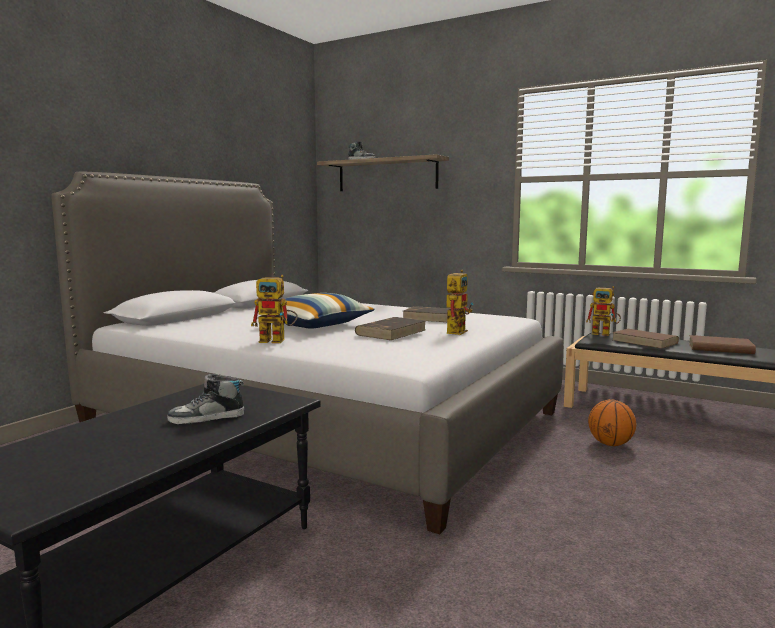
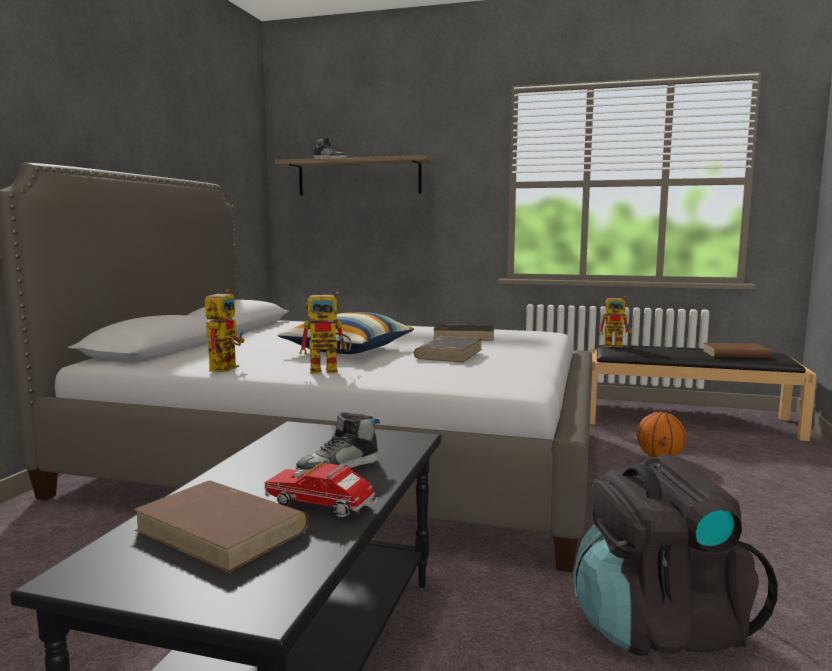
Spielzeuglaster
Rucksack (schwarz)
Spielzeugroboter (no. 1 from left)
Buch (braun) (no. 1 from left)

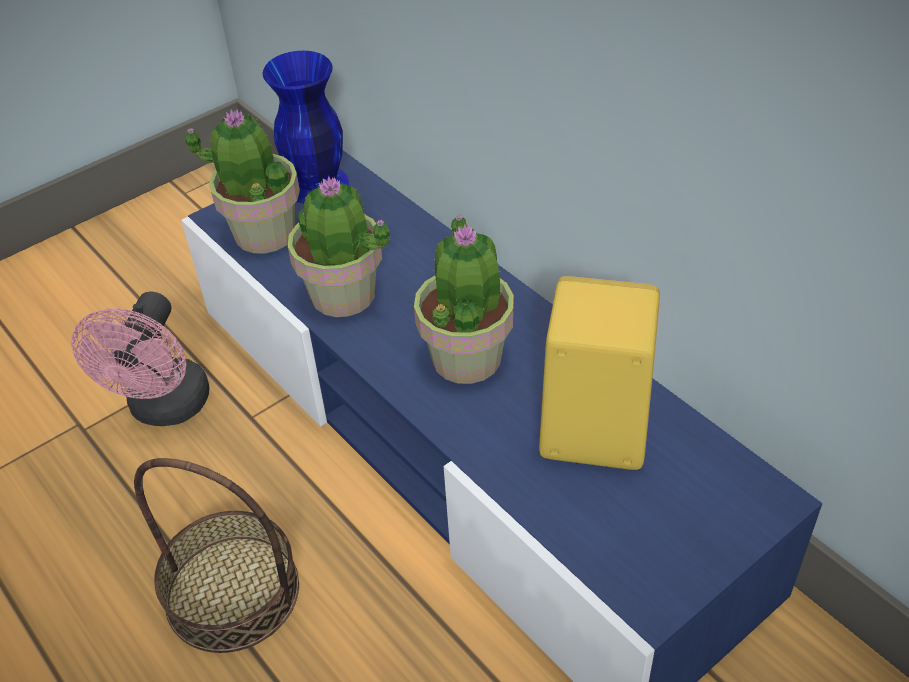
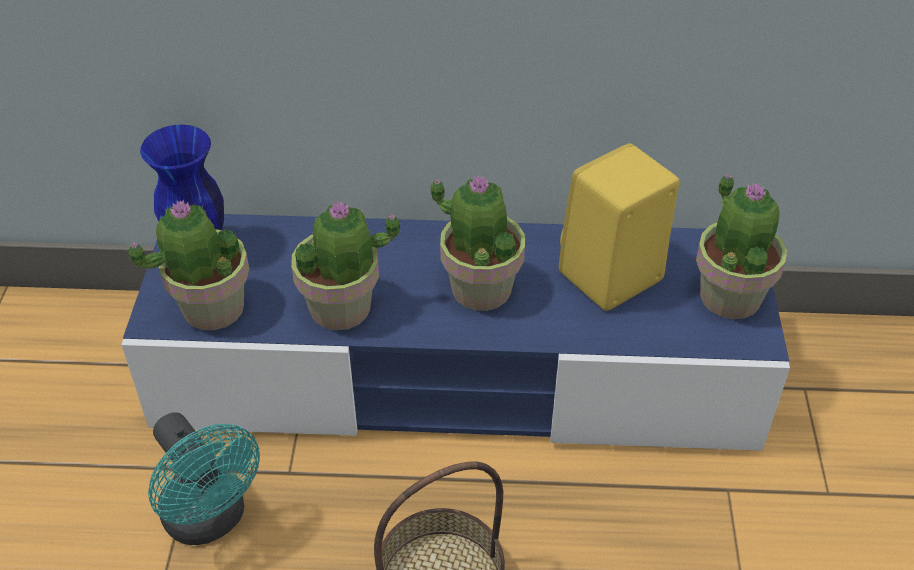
Topfpflanze (no. 4 from left)
Ventilator (türkis)

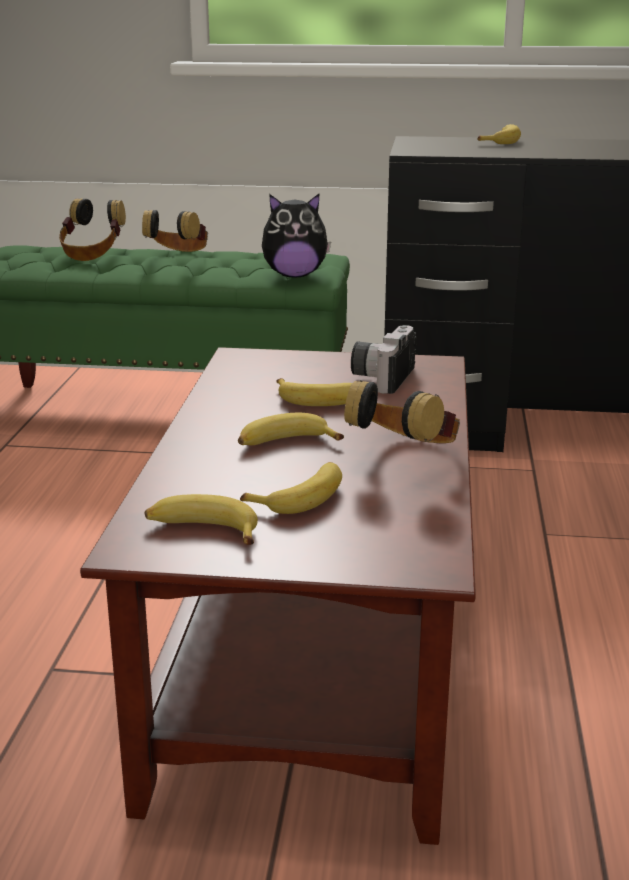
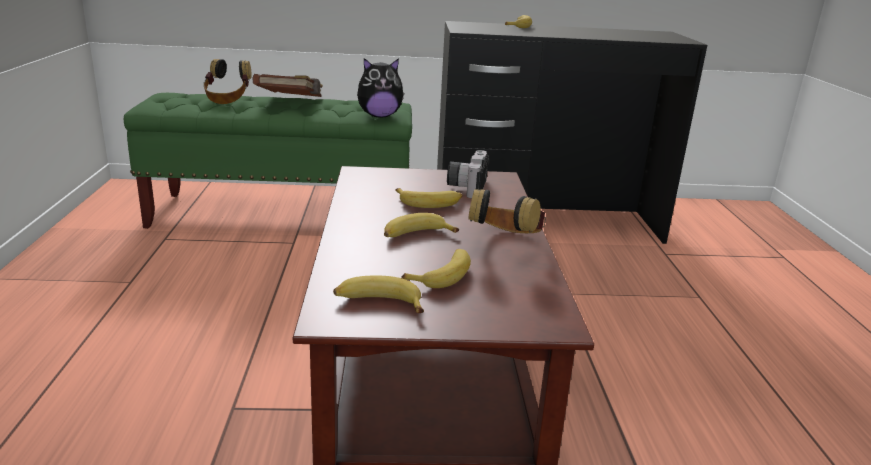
Buch (braun)

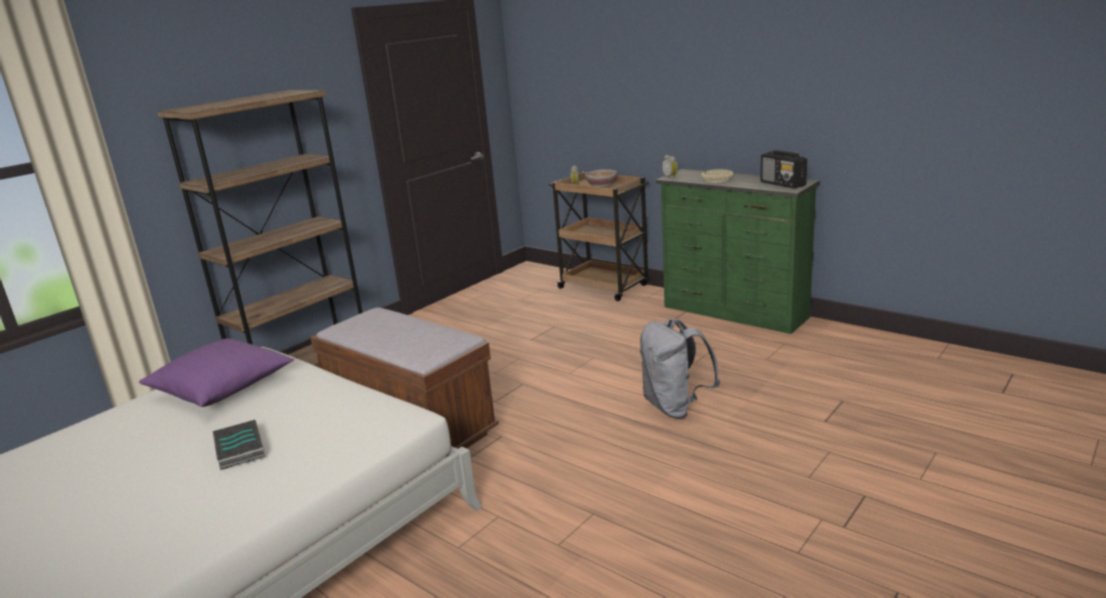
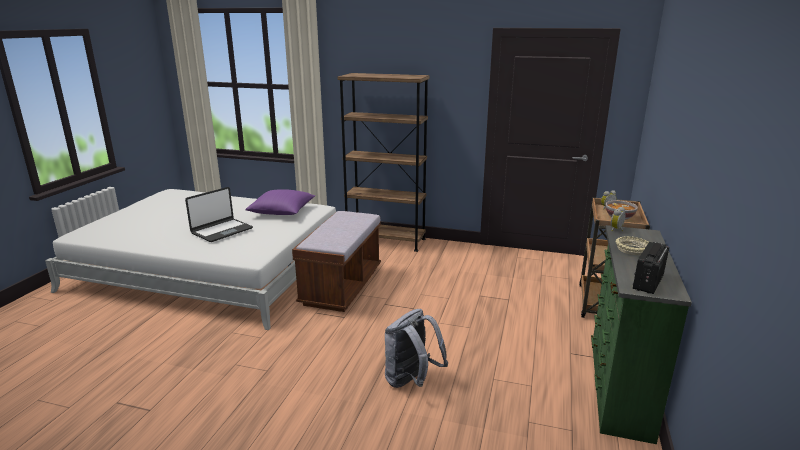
Laptop

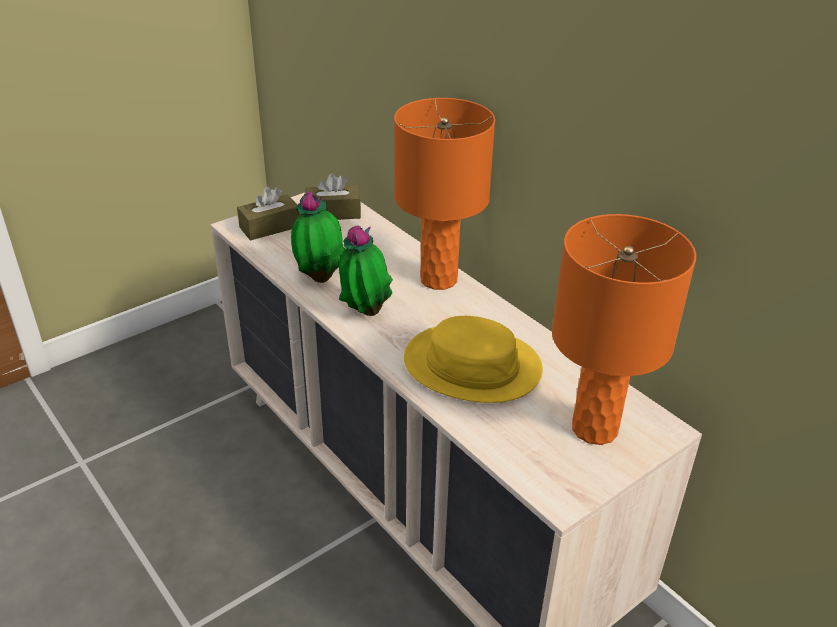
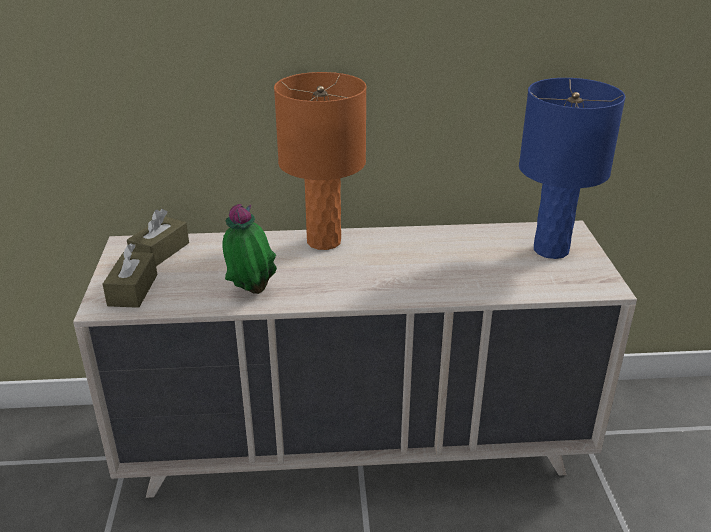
Topfpflanze (no. 2 from left in the first image)
Hut (gelb)
Tischlampe (blau)

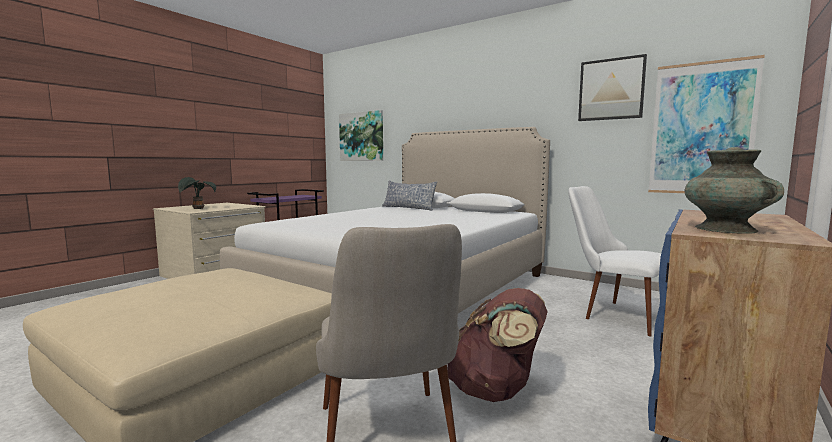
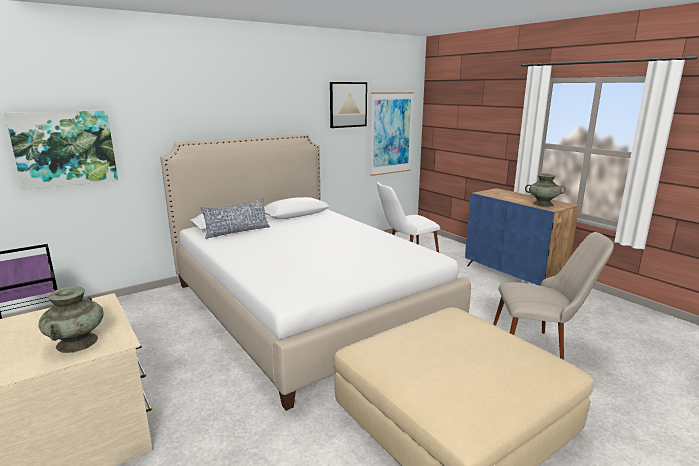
Rucksack (braun)
Vase (türkis) (no. 1 from left)

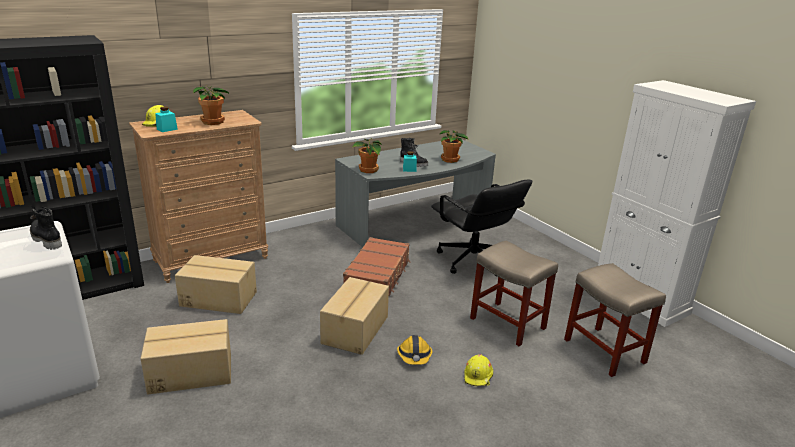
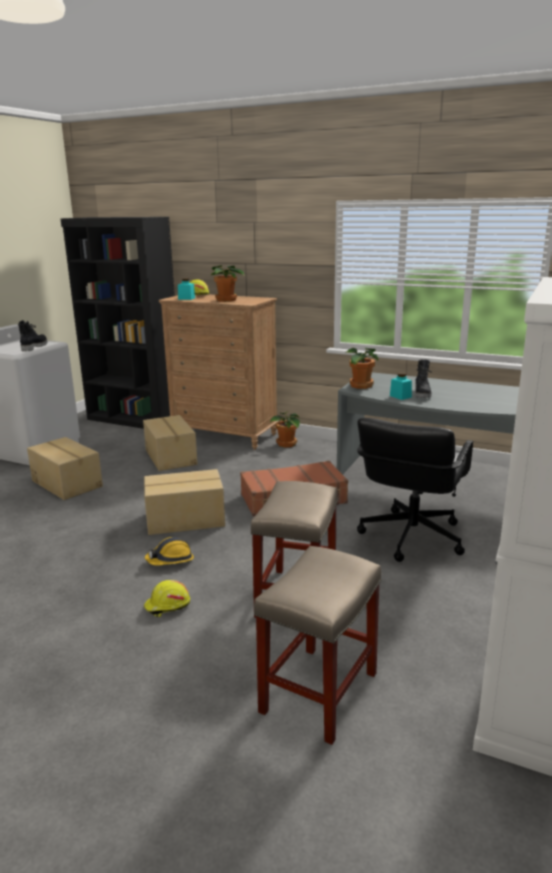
Topfpflanze (no. 2 from left)

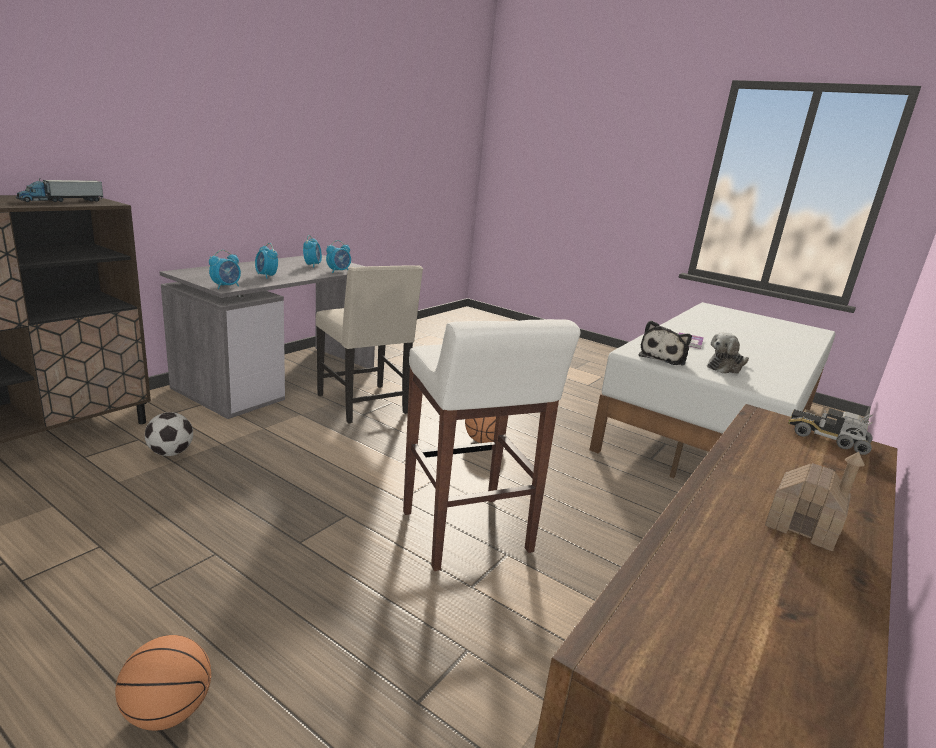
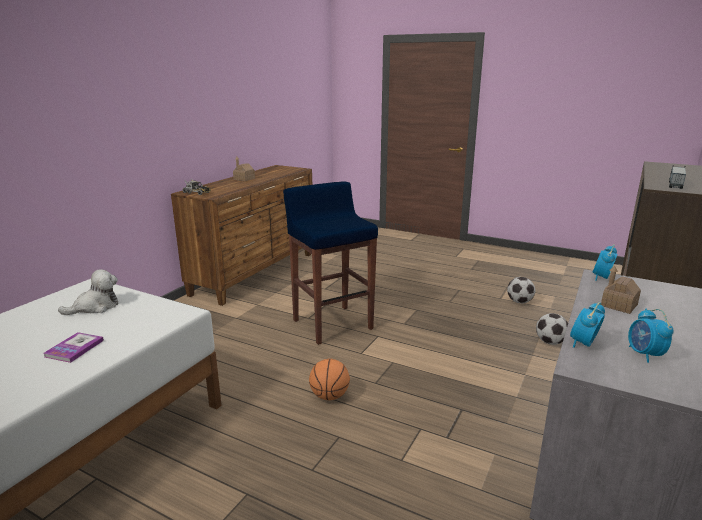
Basketball (no. 1 from left in the first image)
Stuhl (beige)
Plüschtier (no. 1 from left in the first image)
Fußball (no. 1 from left)
Spielzeughaus (no. 2 from left)
Hocker (blau)

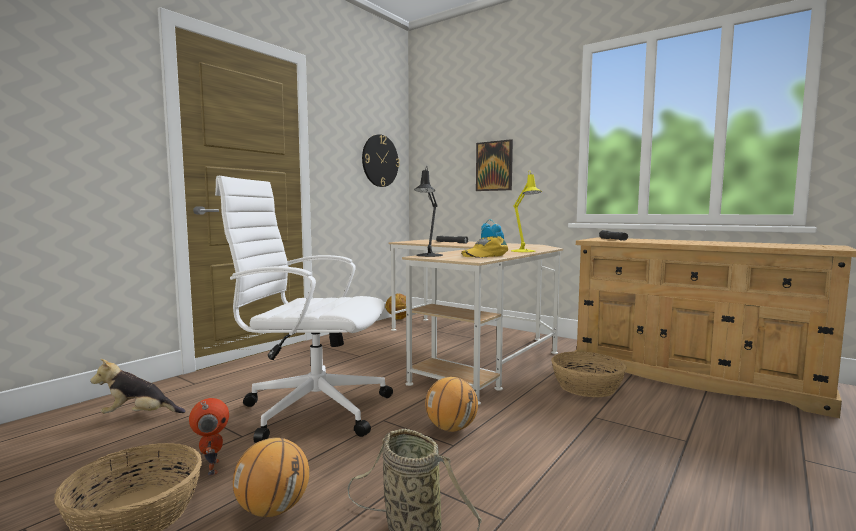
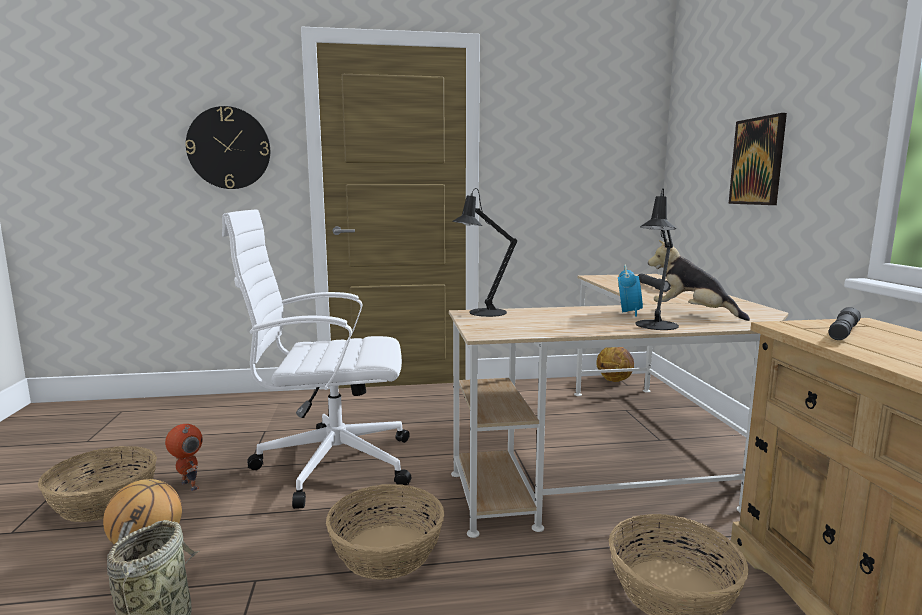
Kappe (gelb)
Plüschtier
Wanduhr
Korb (no. 3 from left)
Tischlampe (schwarz) (no. 2 from left)
Spielzeugroboter
Bürostuhl (weiß)

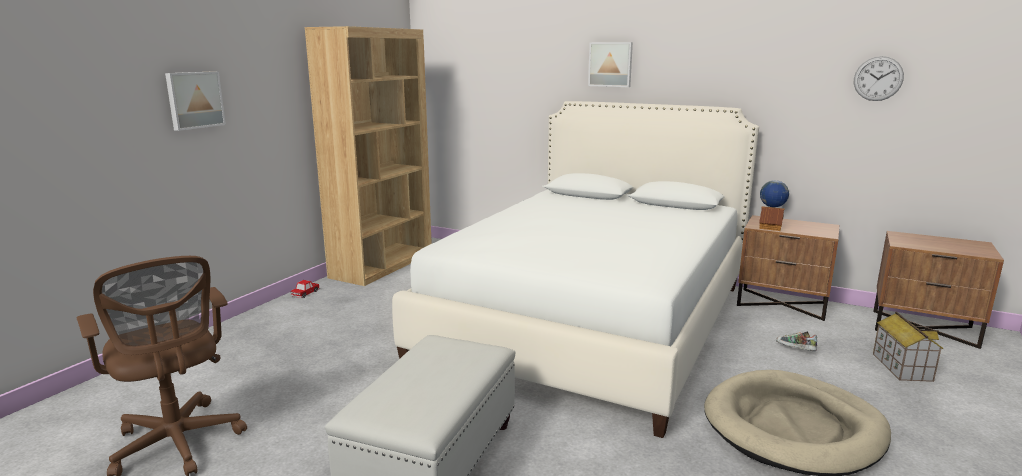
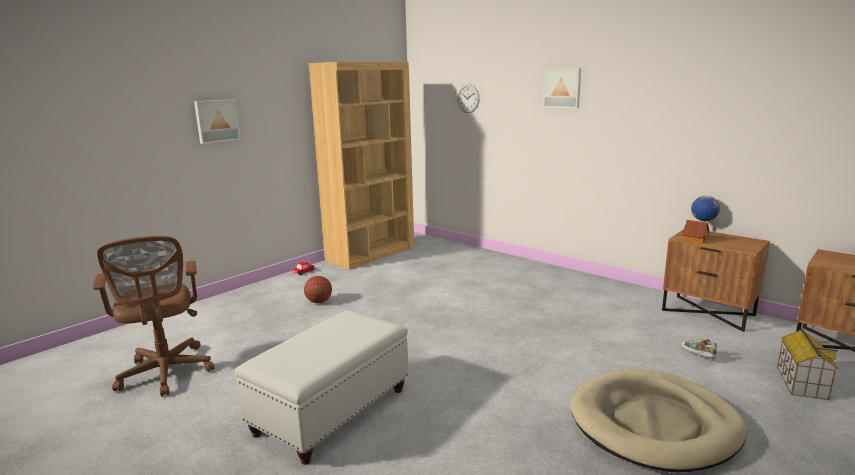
Bett (weiß)
Basketball
Wanduhr

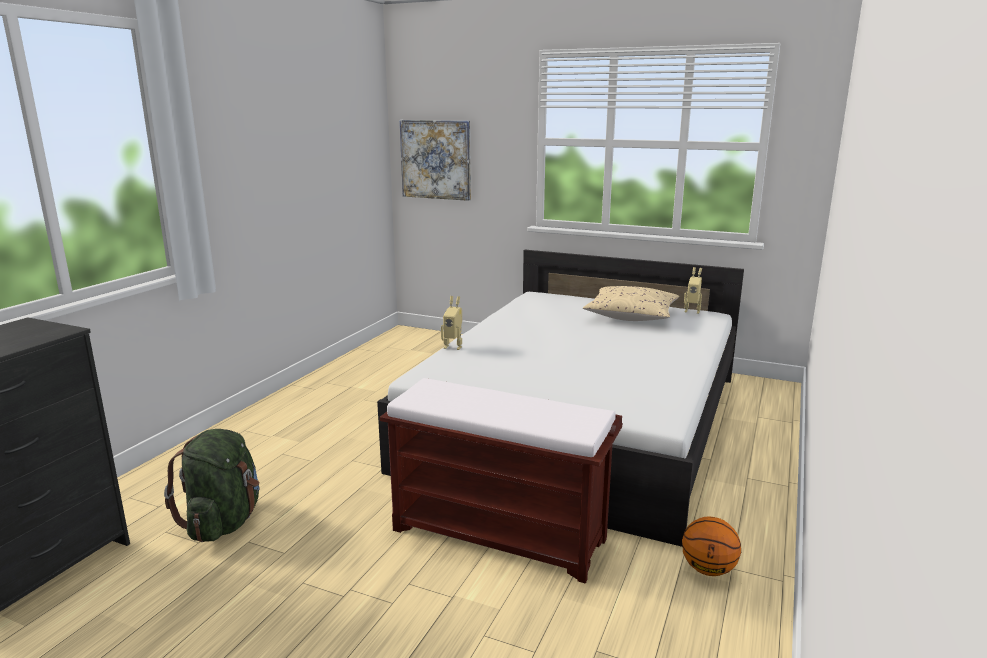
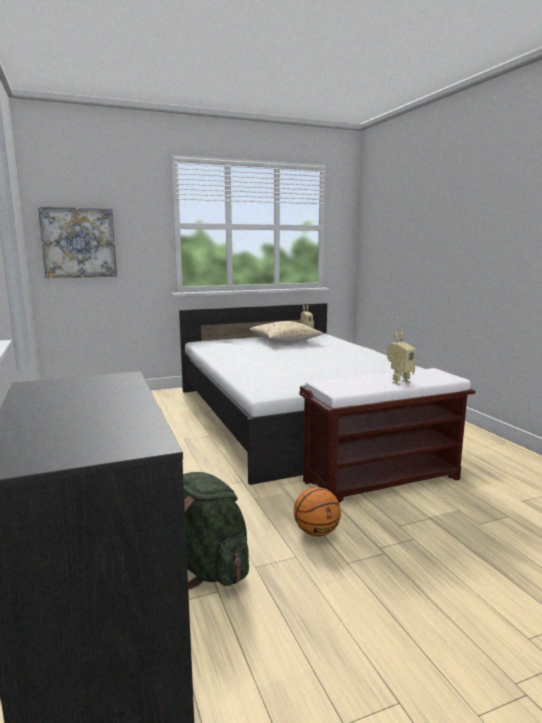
Spielzeugroboter (no. 2 from left)
Basketball

